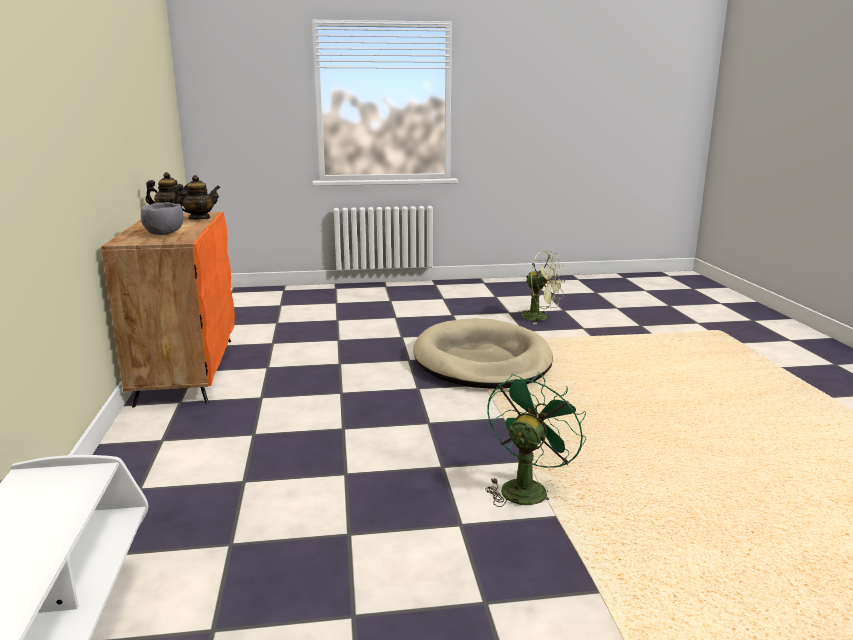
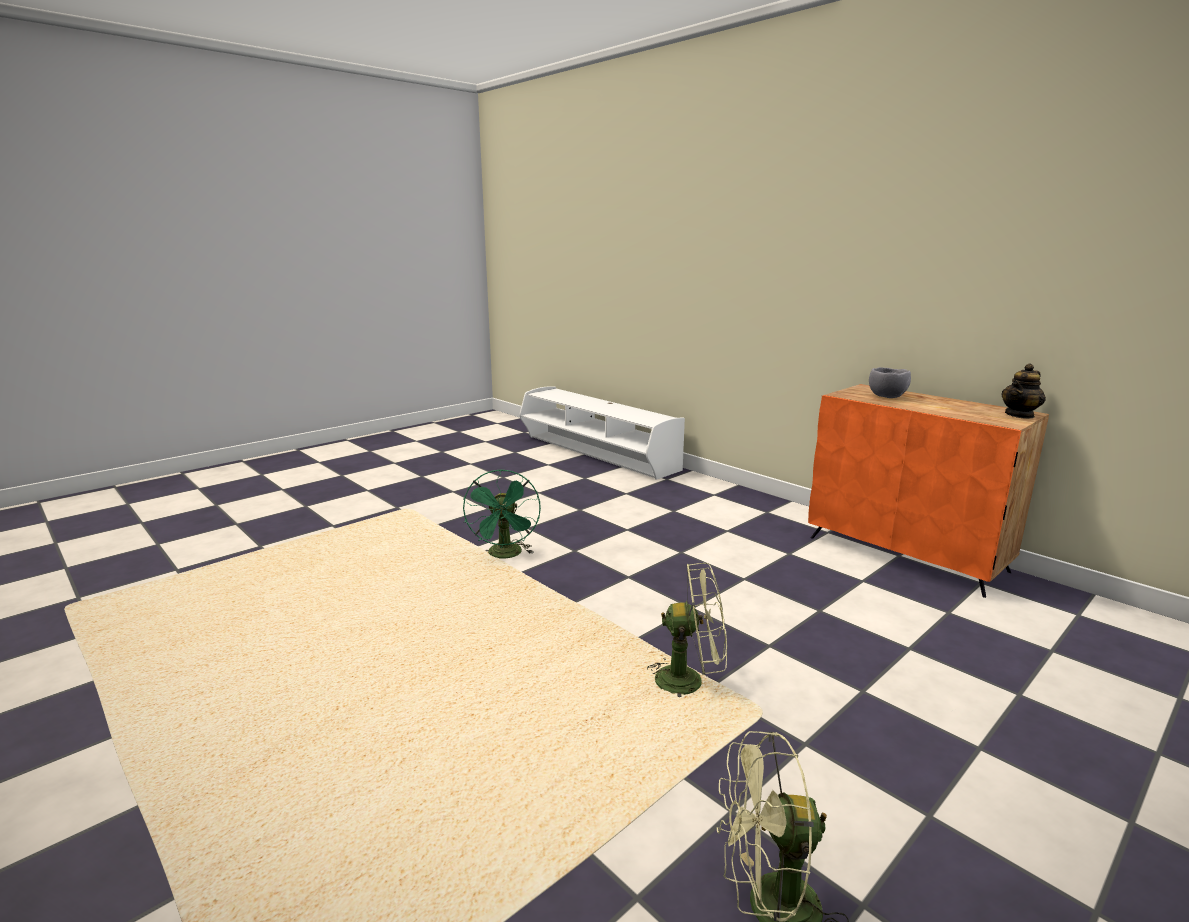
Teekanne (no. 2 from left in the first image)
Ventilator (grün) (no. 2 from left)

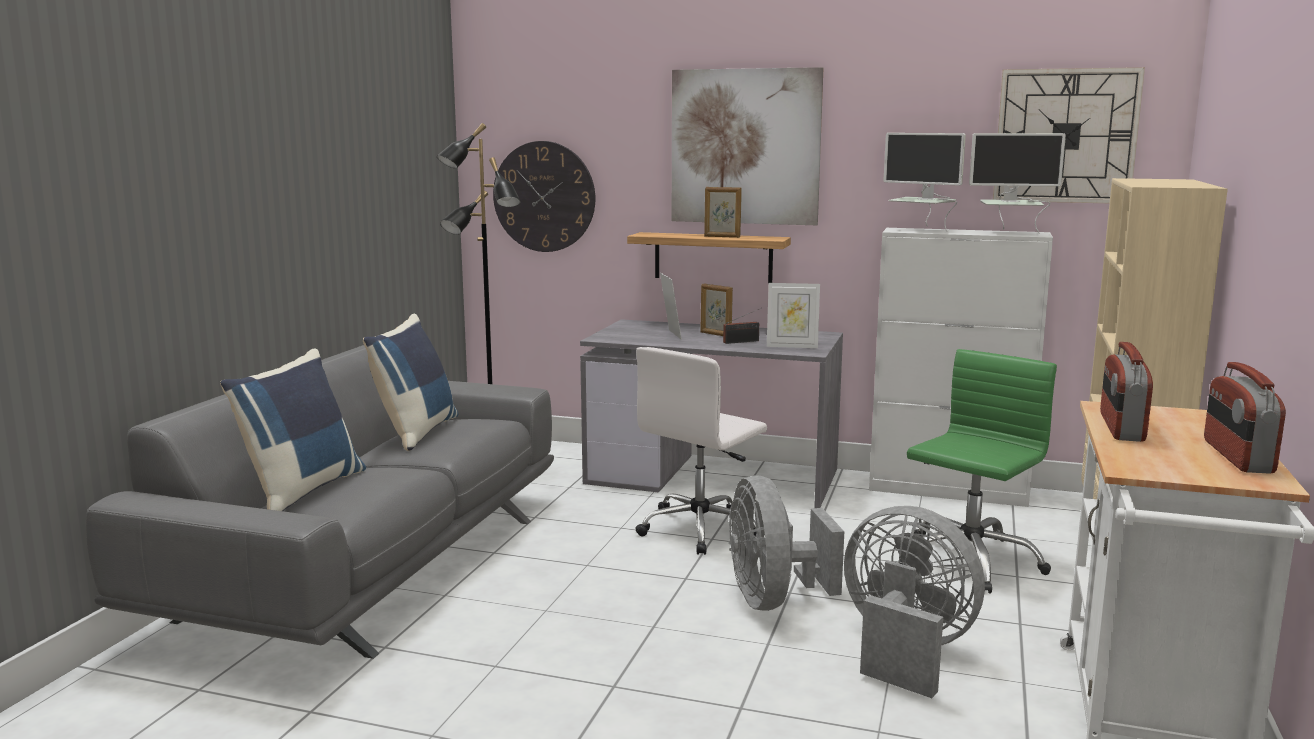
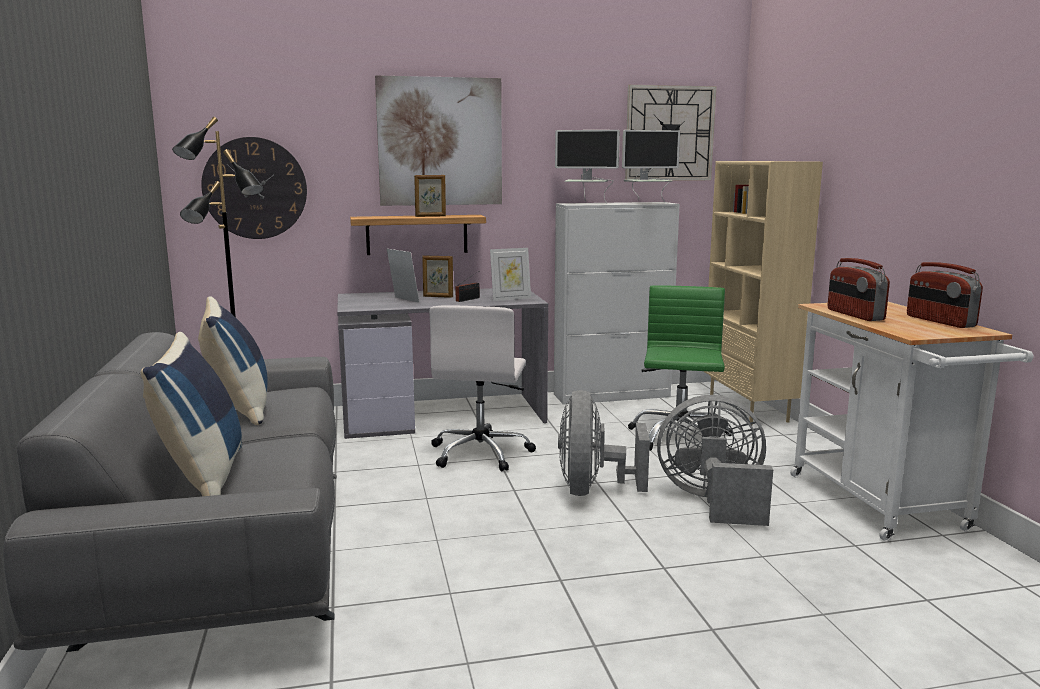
Ventilator (grau) (no. 1 from left)

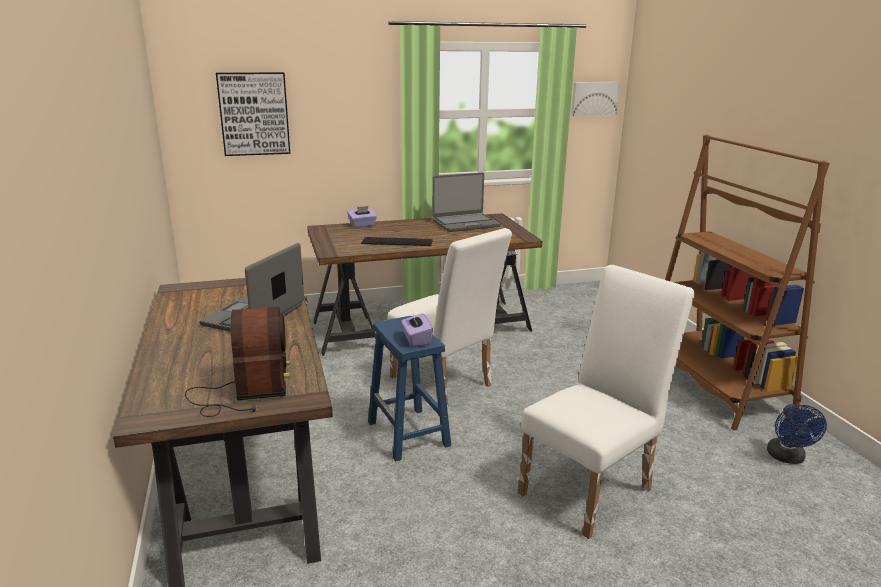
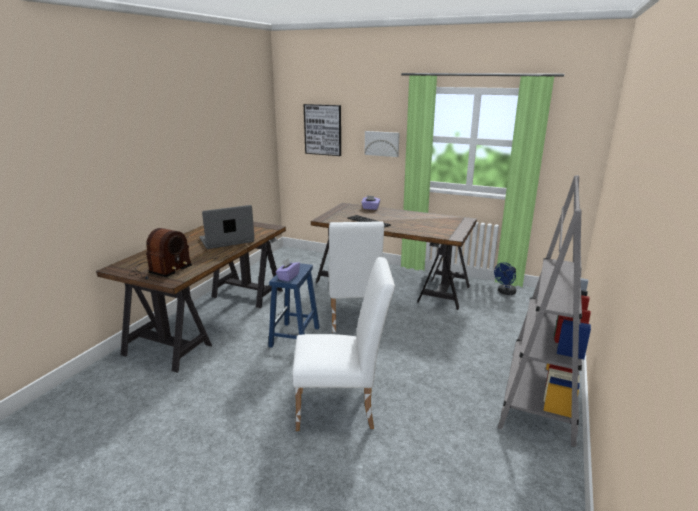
Laptop (no. 2 from left in the first image)
Bild (no. 2 from left)
Ventilator (blau)
Bücherregal (grau)

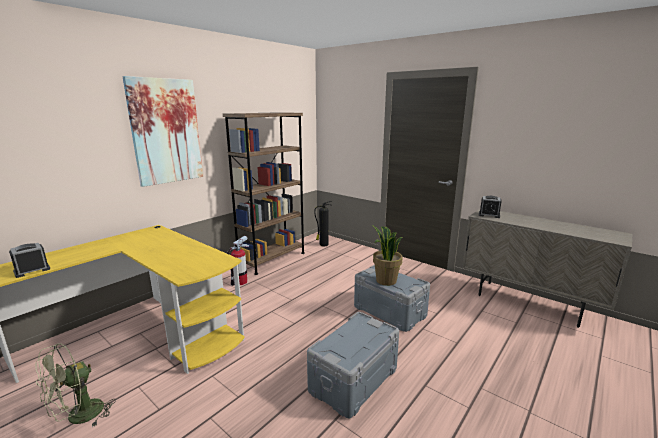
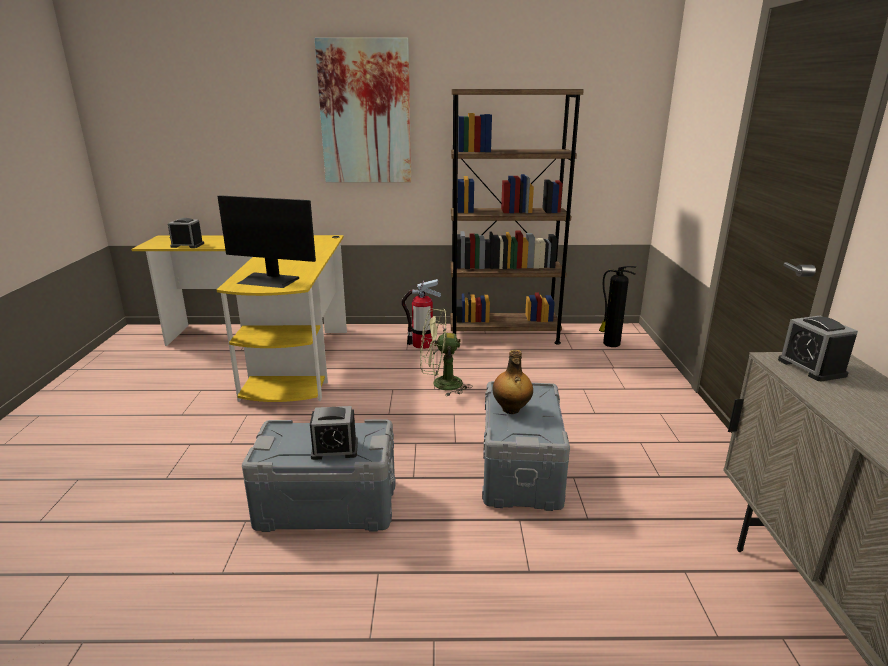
Monitor
Wecker (no. 2 from left)
Ventilator (grün)
Flasche

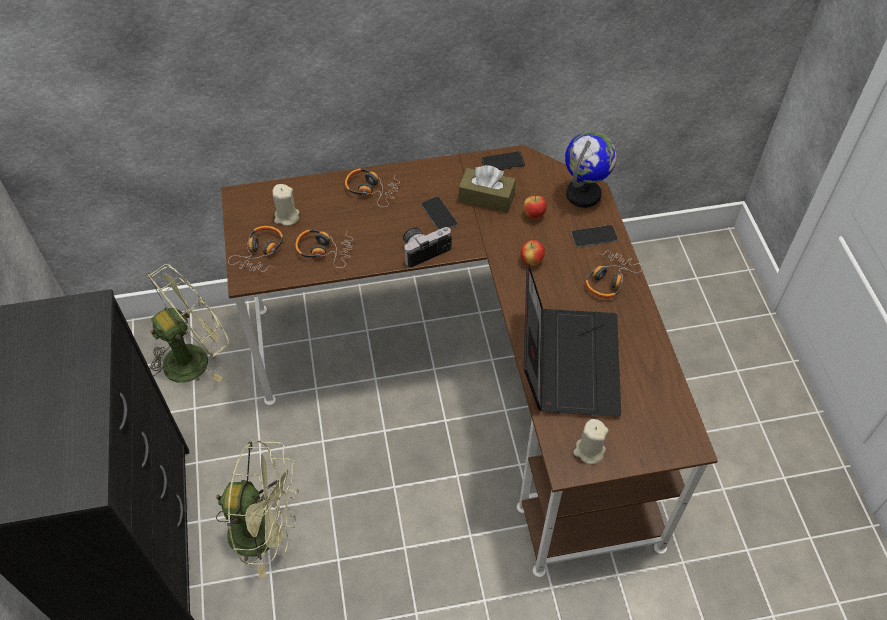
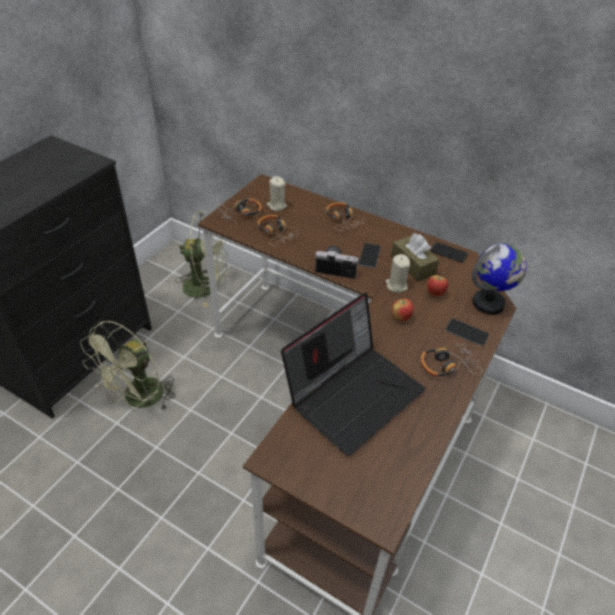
Kerze (beige) (no. 2 from left)
Ventilator (grün) (no. 1 from left)

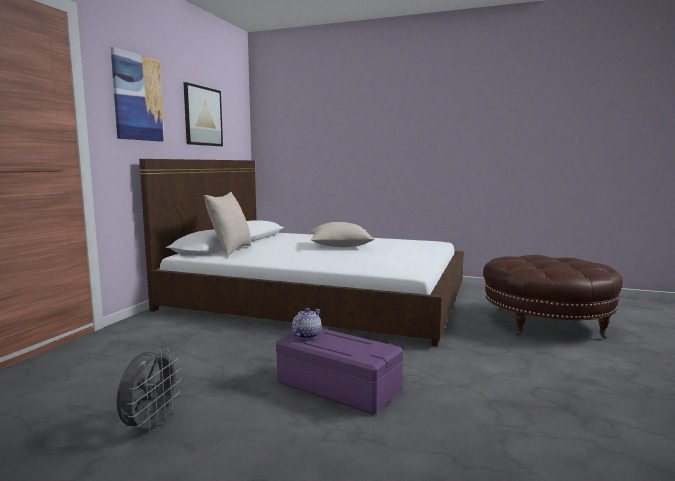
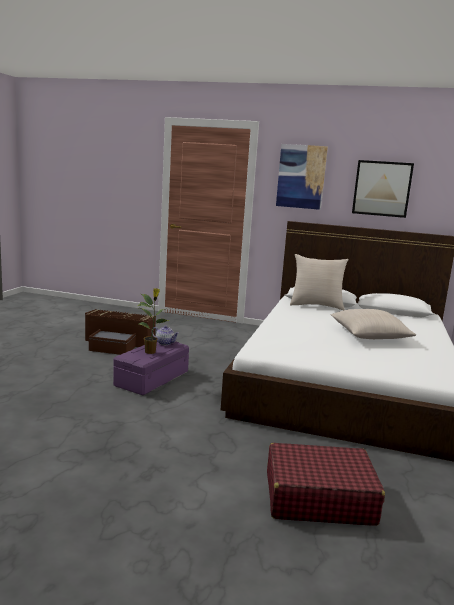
Topfpflanze
Aufbewahrungsbox (braun)
Koffer (rot)

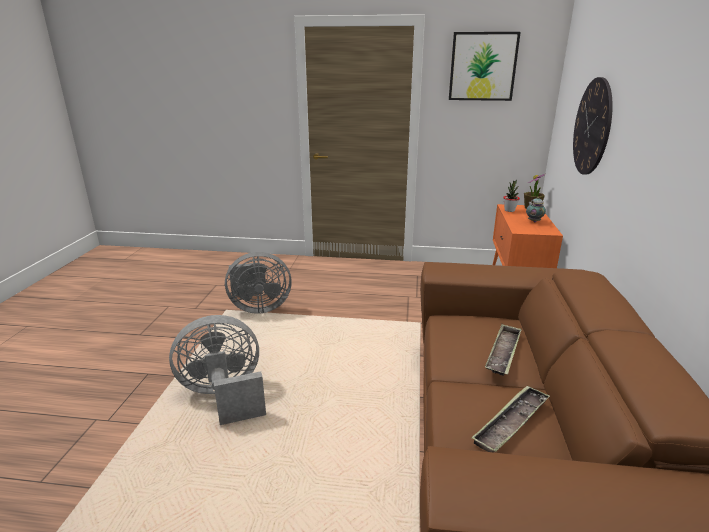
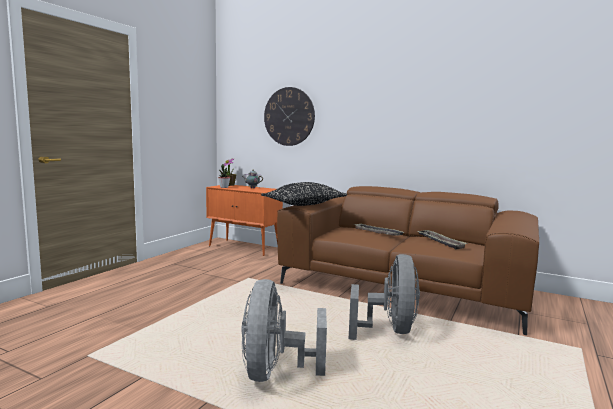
Bild
Kissen (schwarz)
Ventilator (grau) (no. 2 from left)

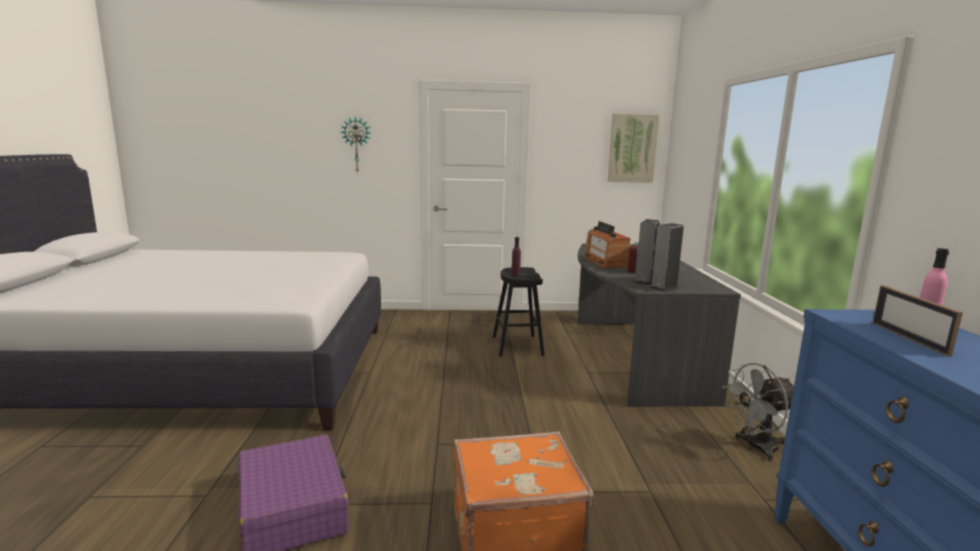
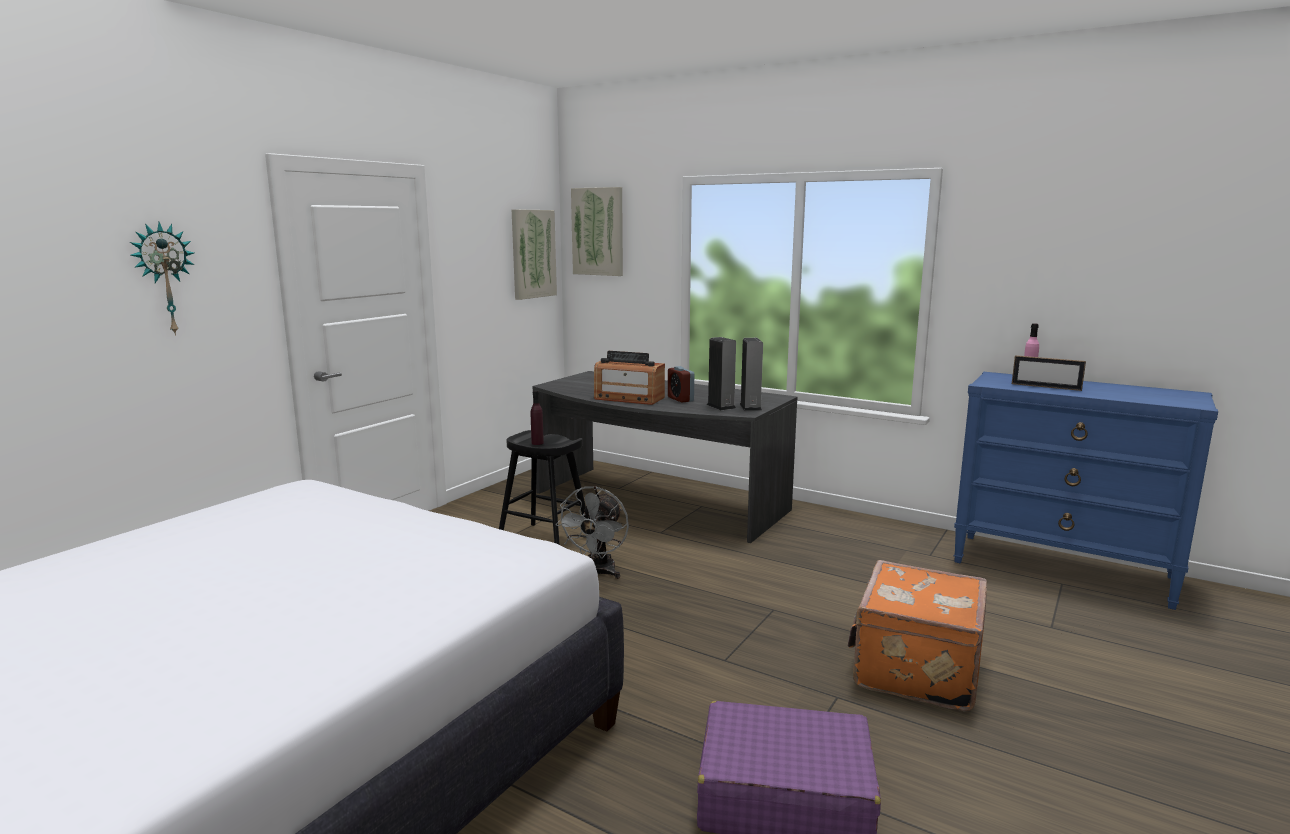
Bild (no. 2 from left)
Ventilator (grau)

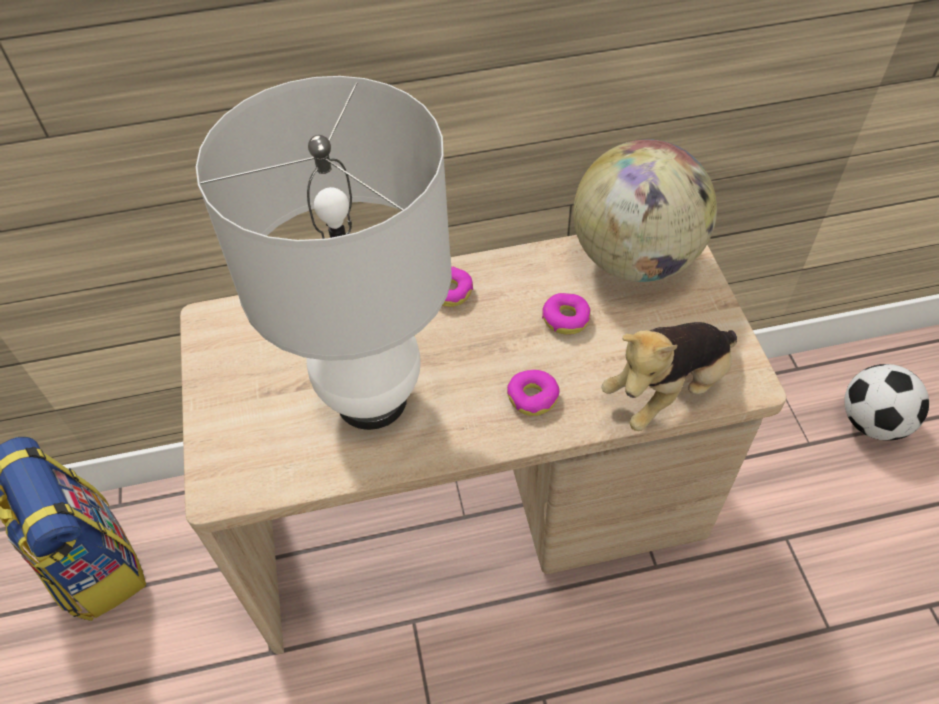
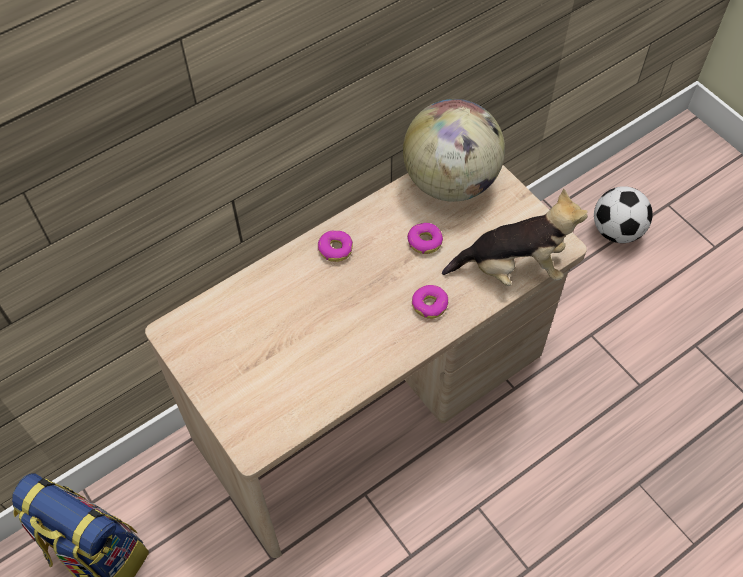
Tischlampe (weiß)
Plüschtier

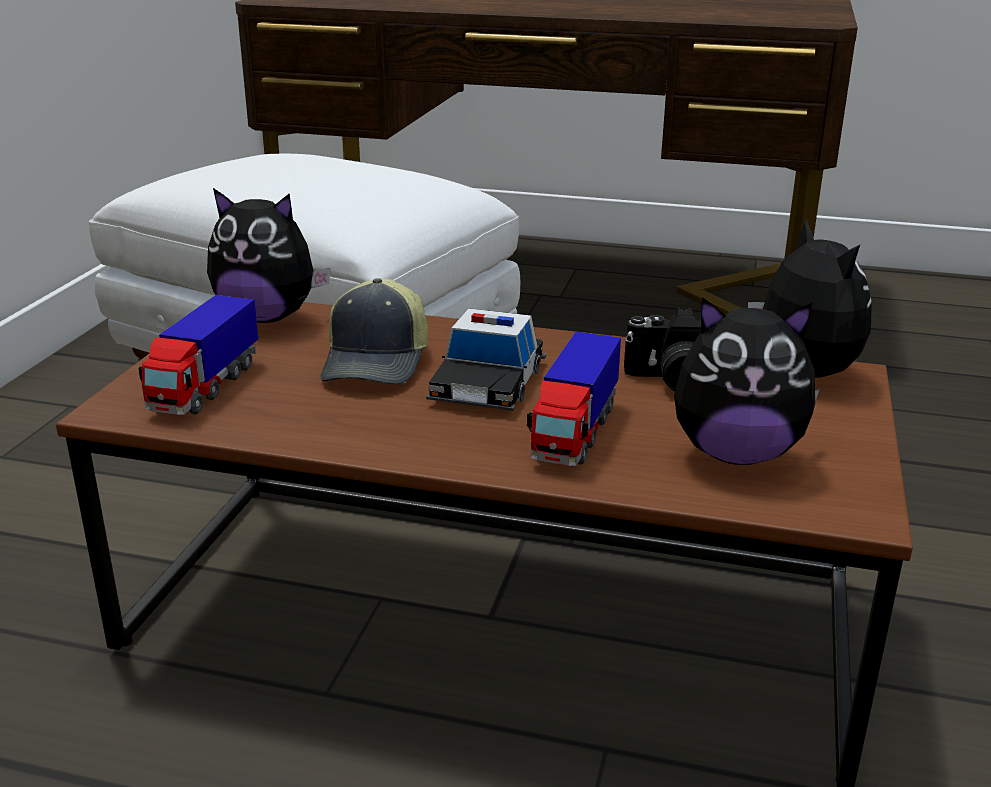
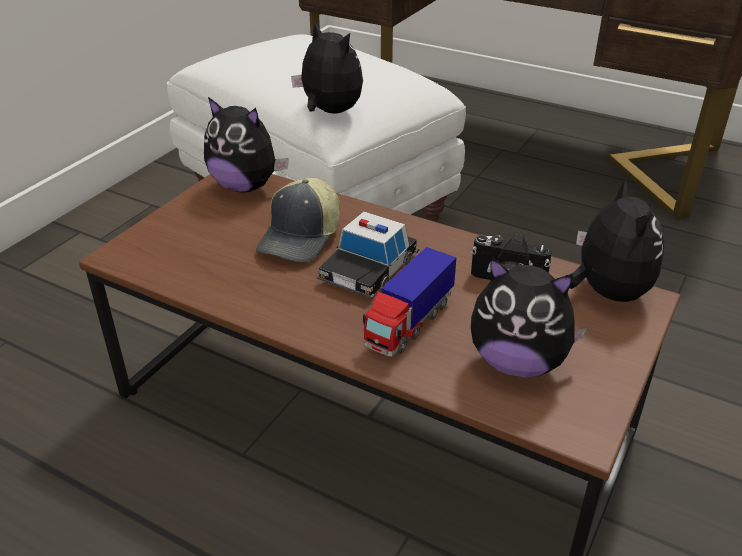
Spielzeuglaster (no. 1 from left in the first image)
Plüschtier (no. 2 from left)

